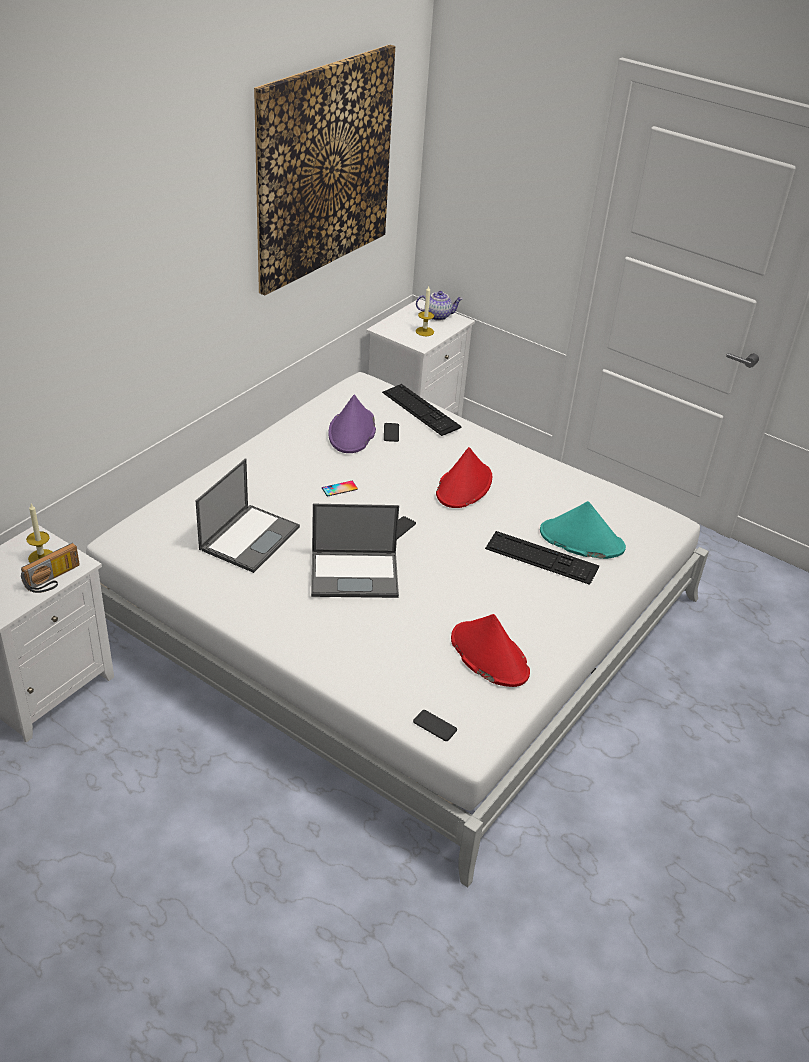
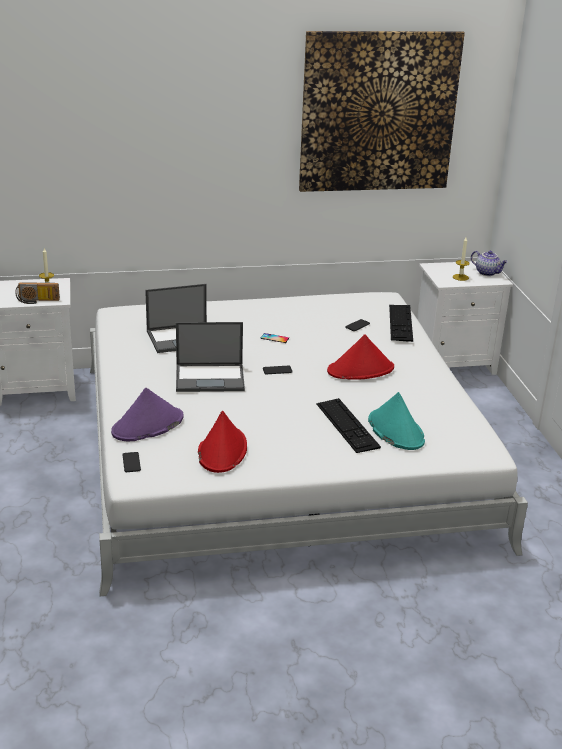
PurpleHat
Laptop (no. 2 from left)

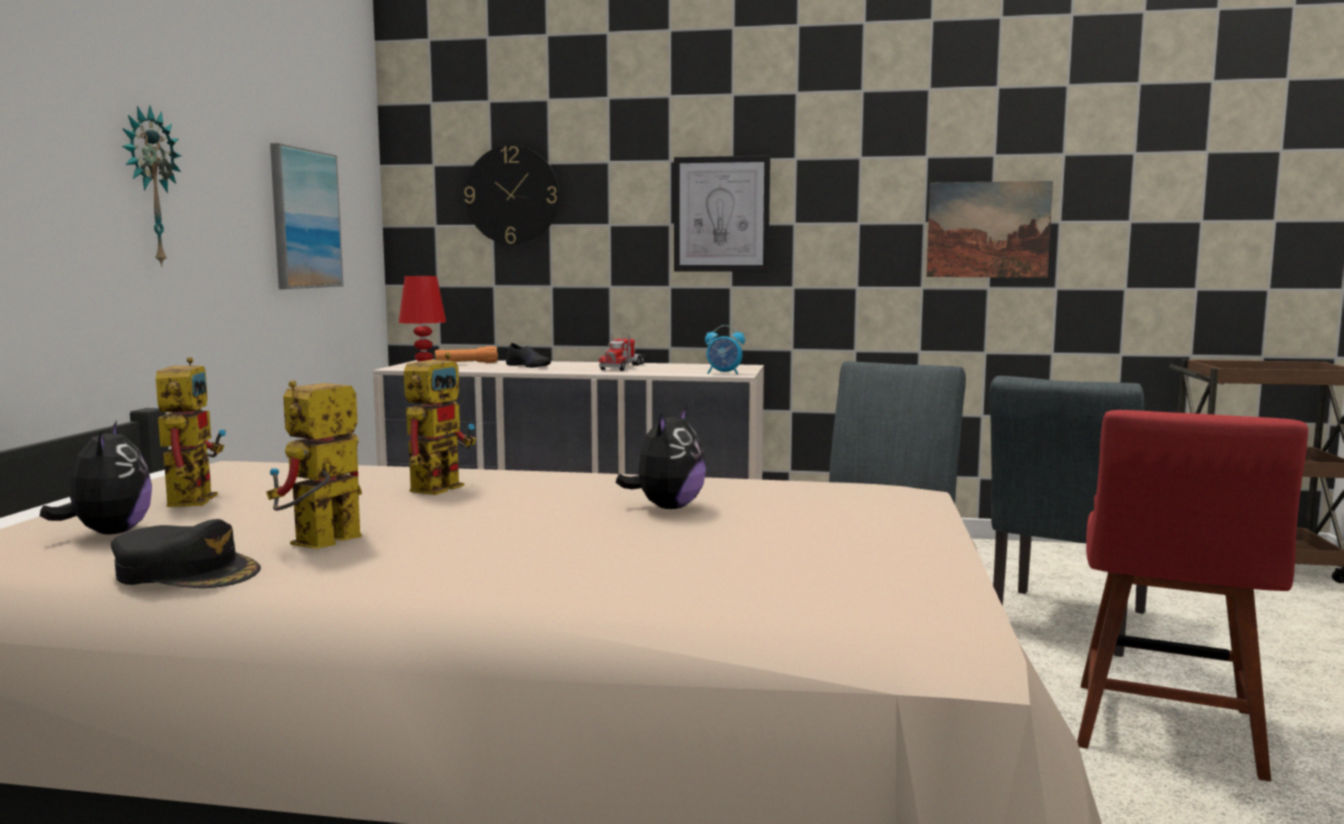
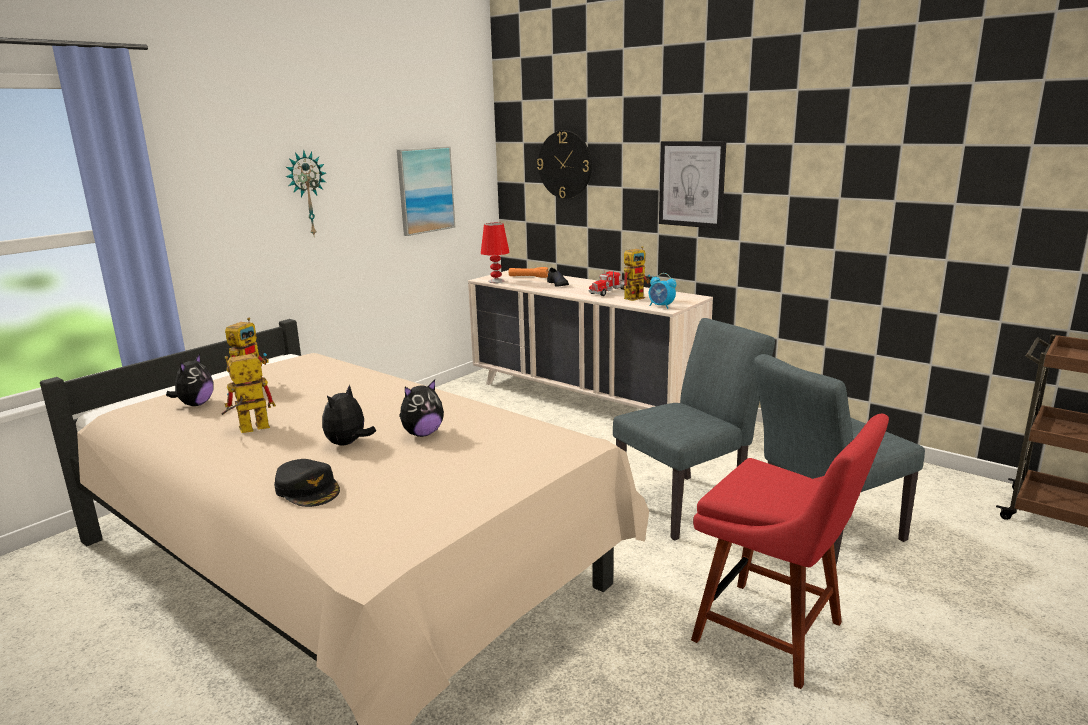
BlackCap
PlushToy (no. 2 from left)
ToyRobot (no. 3 from left)
RedChair
Picture (no. 3 from left in the first image)

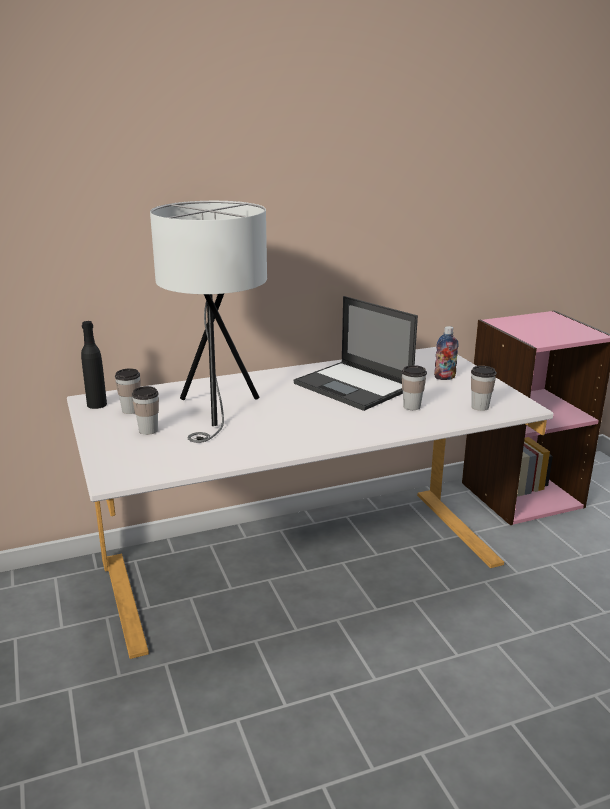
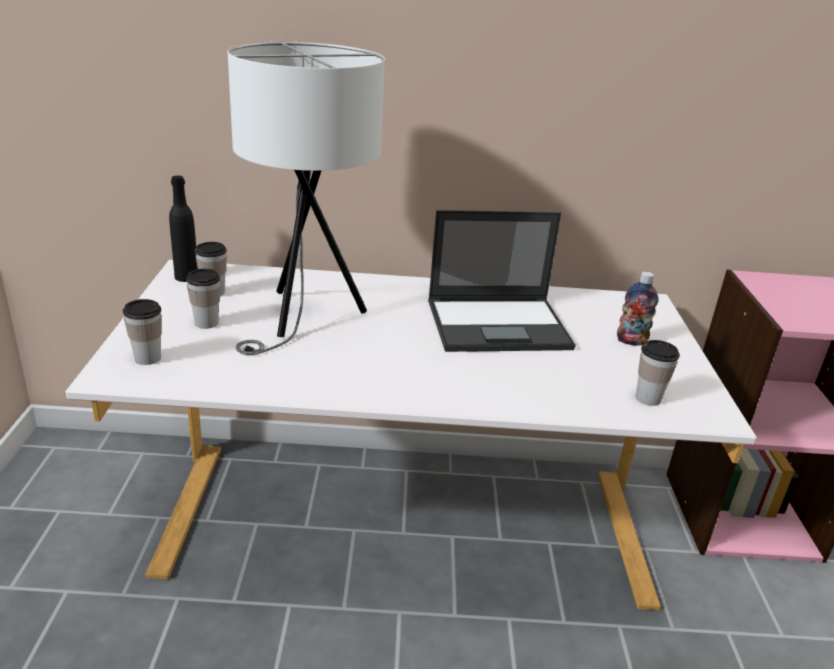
Cup (no. 1 from left)
Laptop

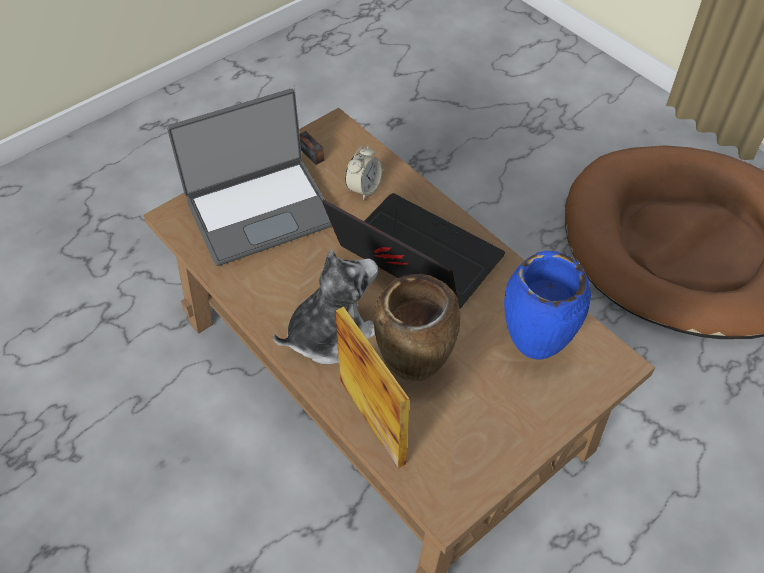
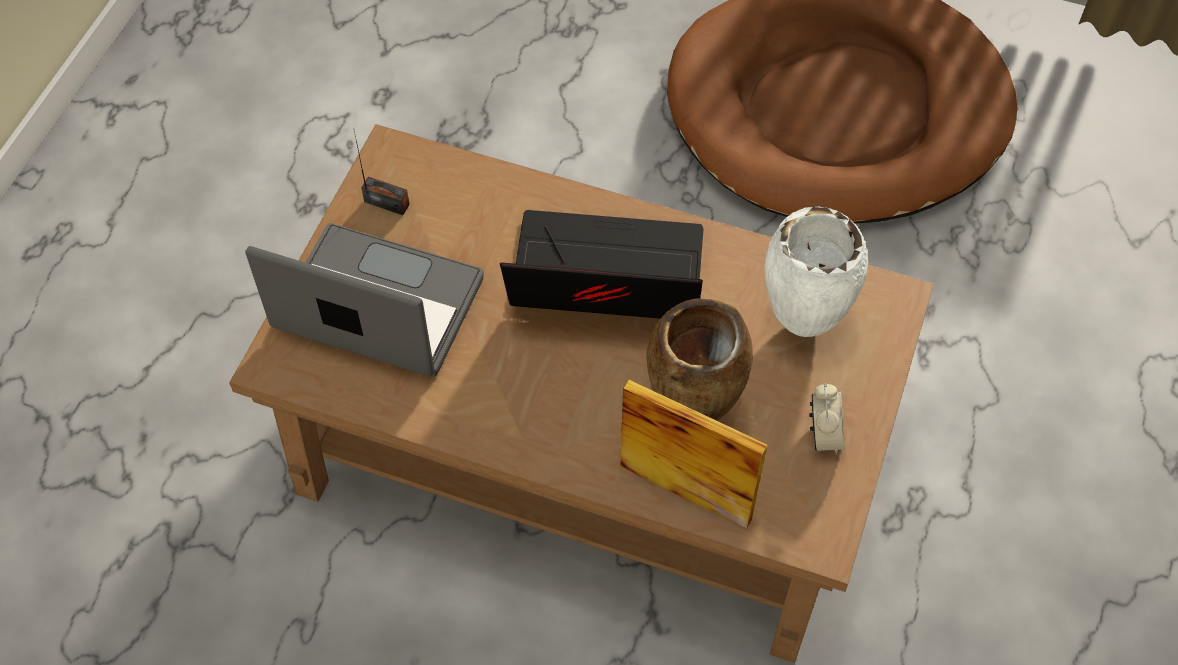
Laptop (no. 1 from left)
WhiteVase
AlarmClock
PlushToy

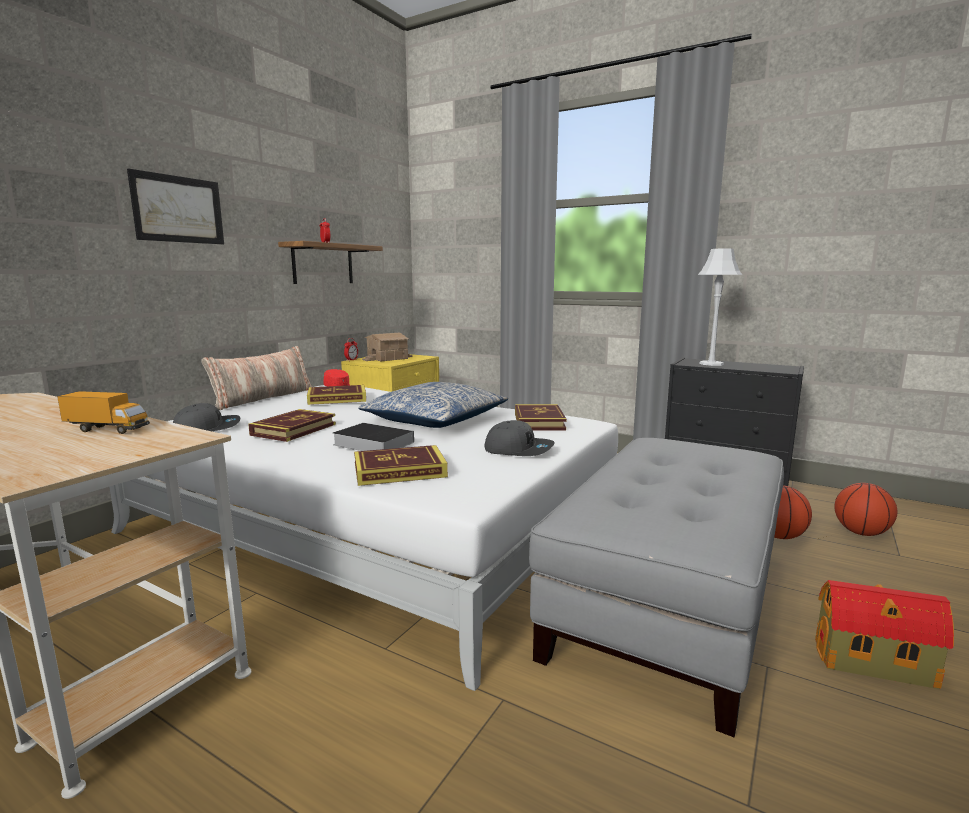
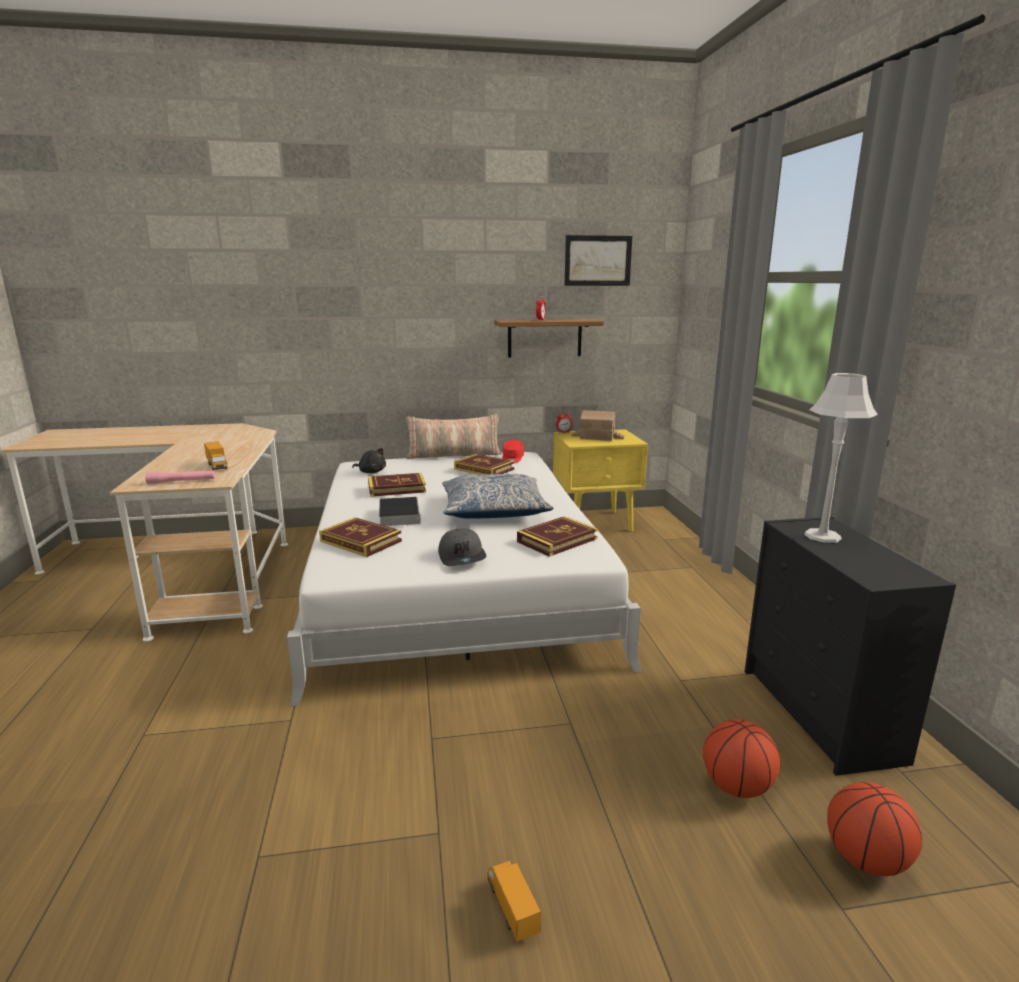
PinkFlashlight
BlackPlushToy
ToyTruck (no. 2 from left)
Picture
GreyOttoman

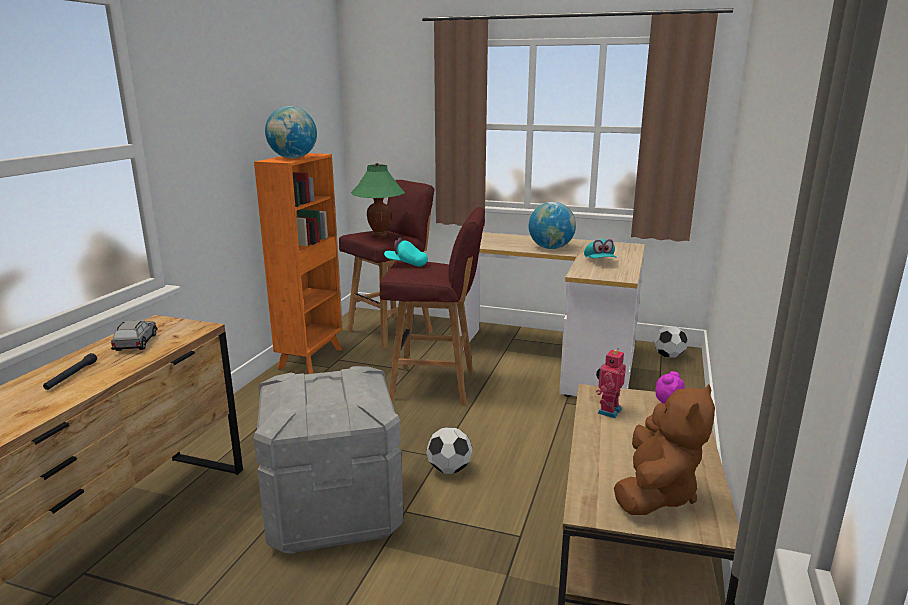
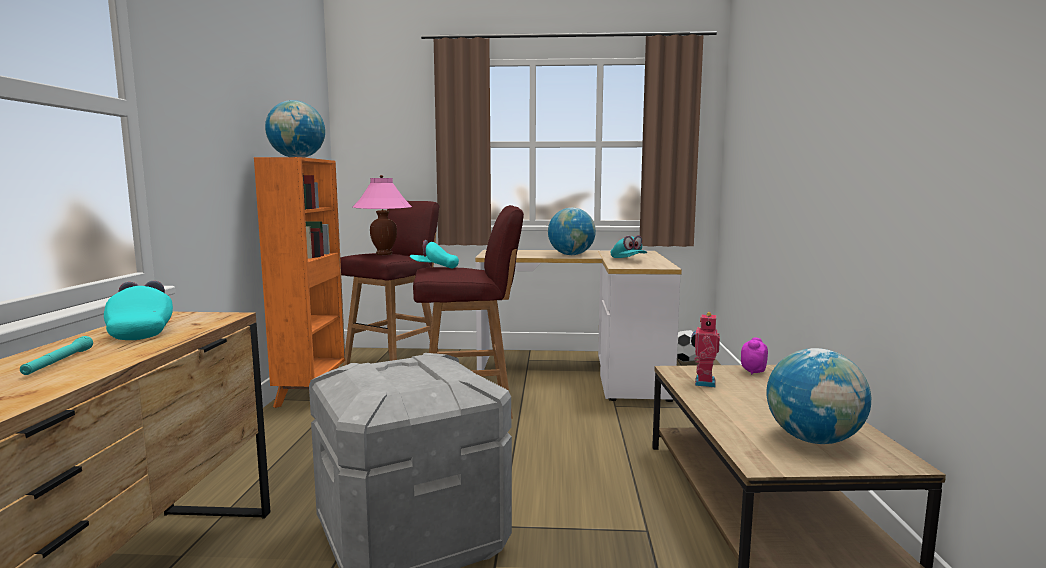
TurquoiseFlashlight
TurquoiseCap (no. 1 from left)
PinkTableLamp
Globe (no. 3 from left)
Football (no. 1 from left in the first image)

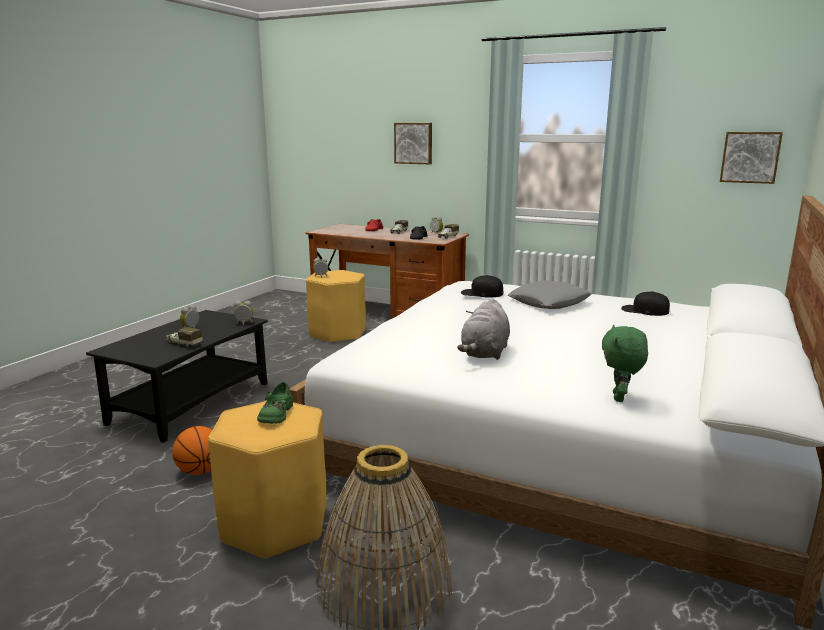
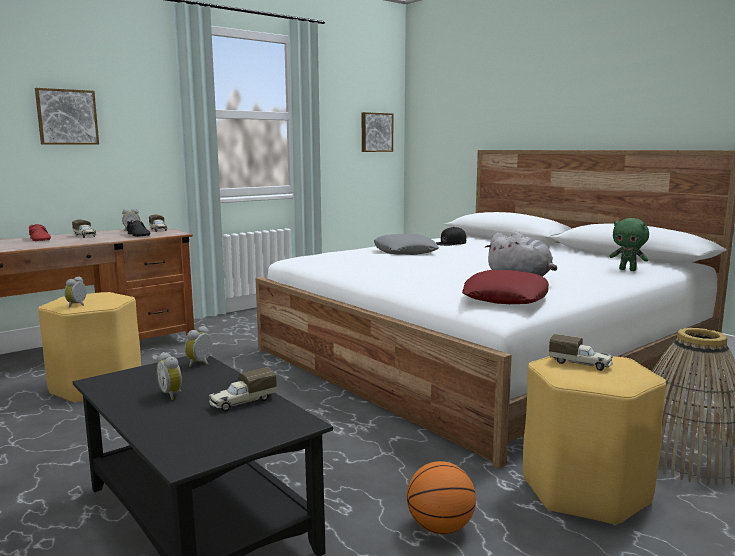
RedPillow
ToyTruck (no. 4 from left)
BlackCap (no. 1 from left in the first image)

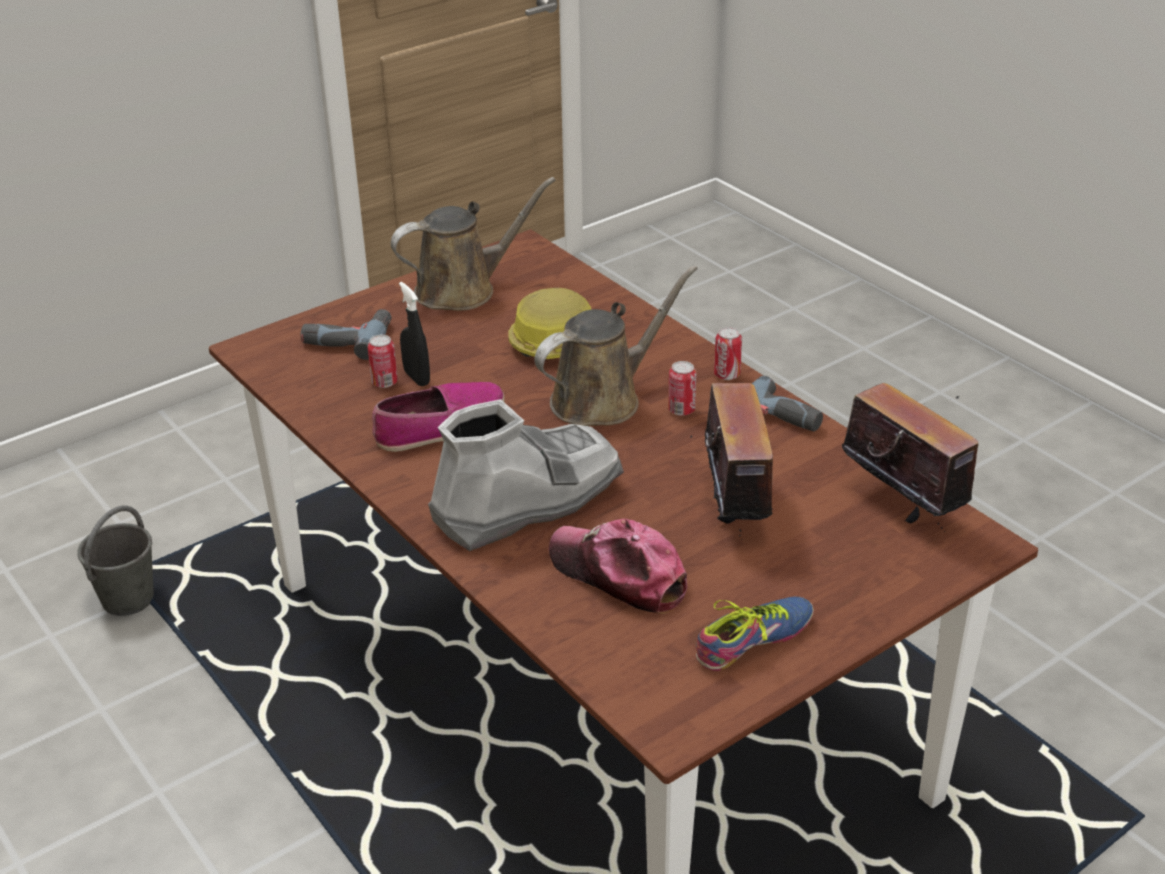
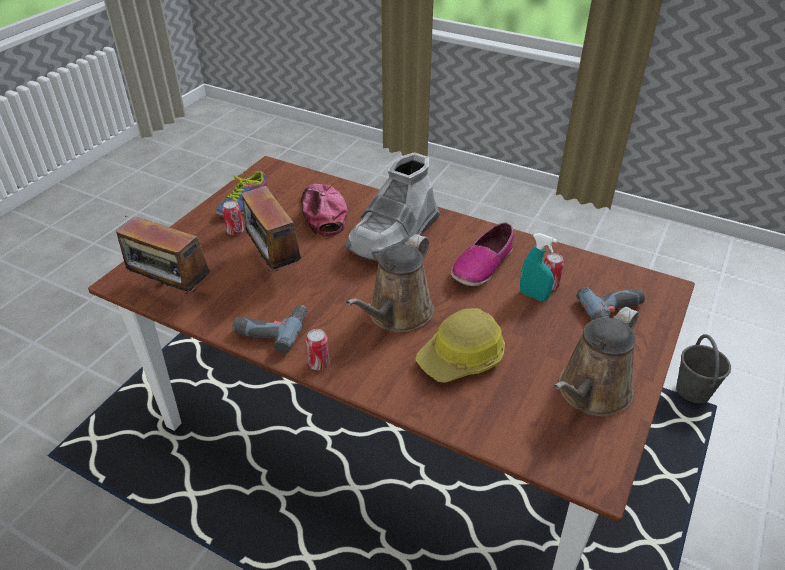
Can (no. 1 from left)
Cap
TurquoiseSprayBottle

